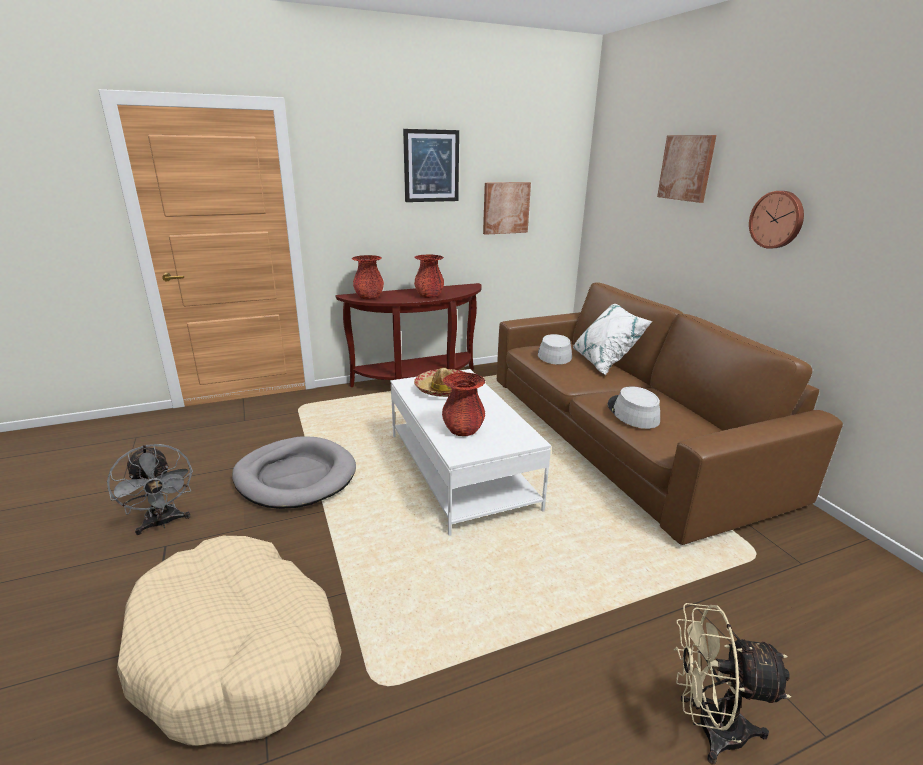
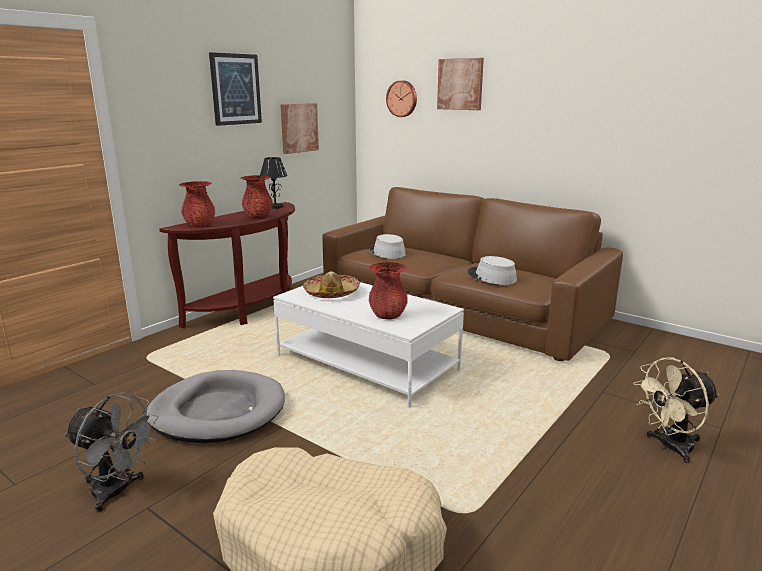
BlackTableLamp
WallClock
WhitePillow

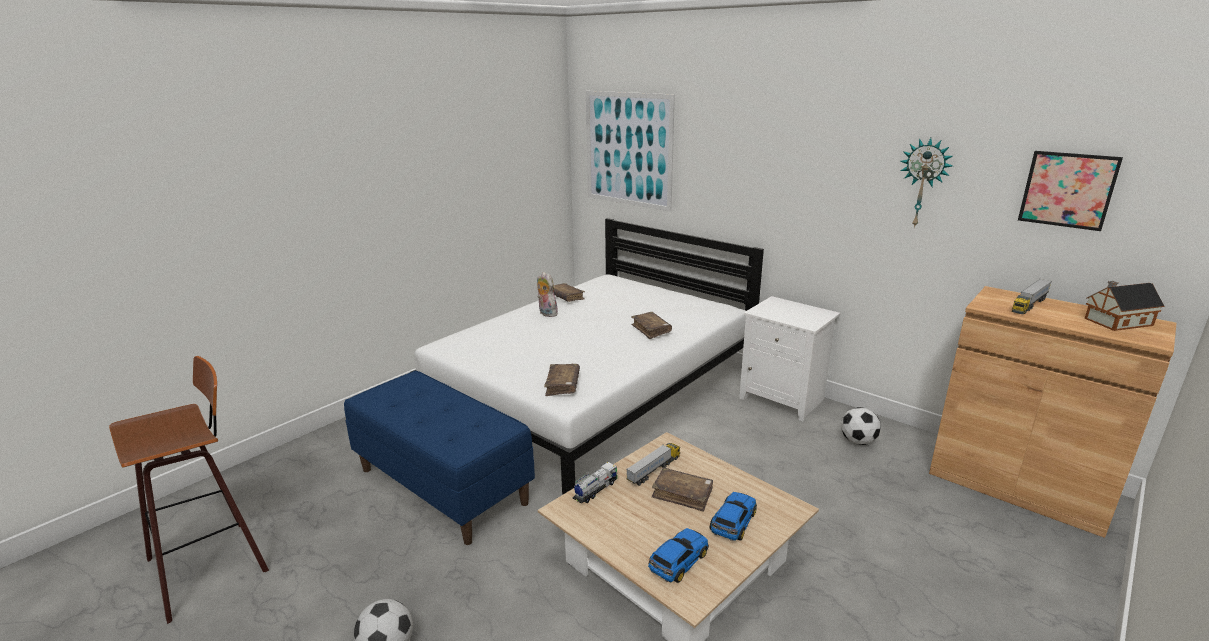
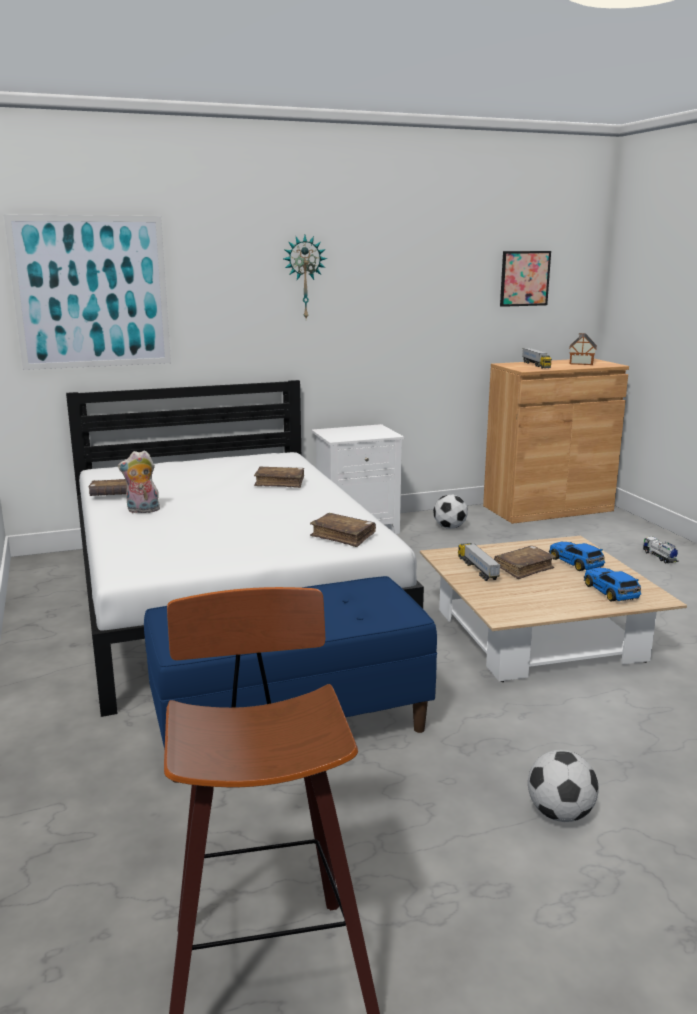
WallClock
ToyTruck (no. 3 from left)

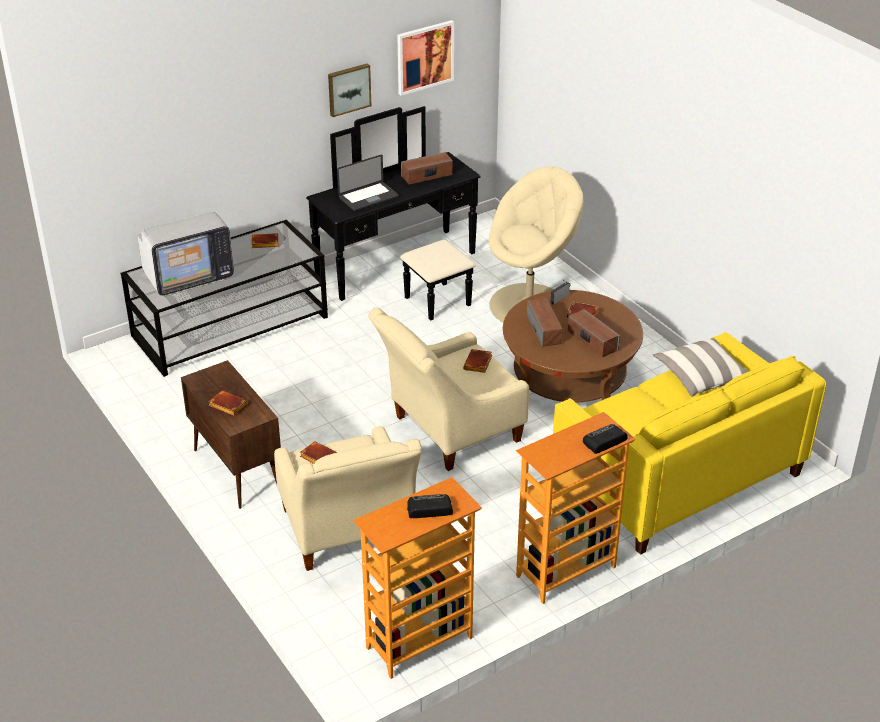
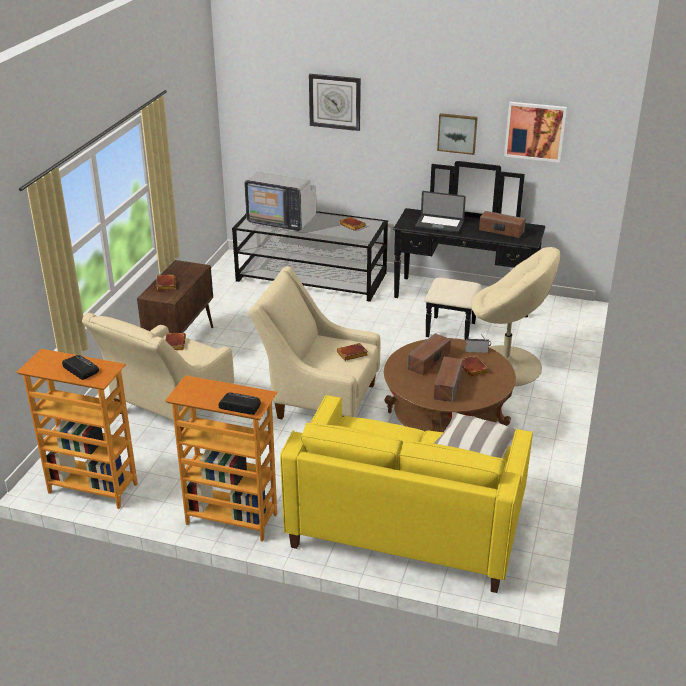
WallClock

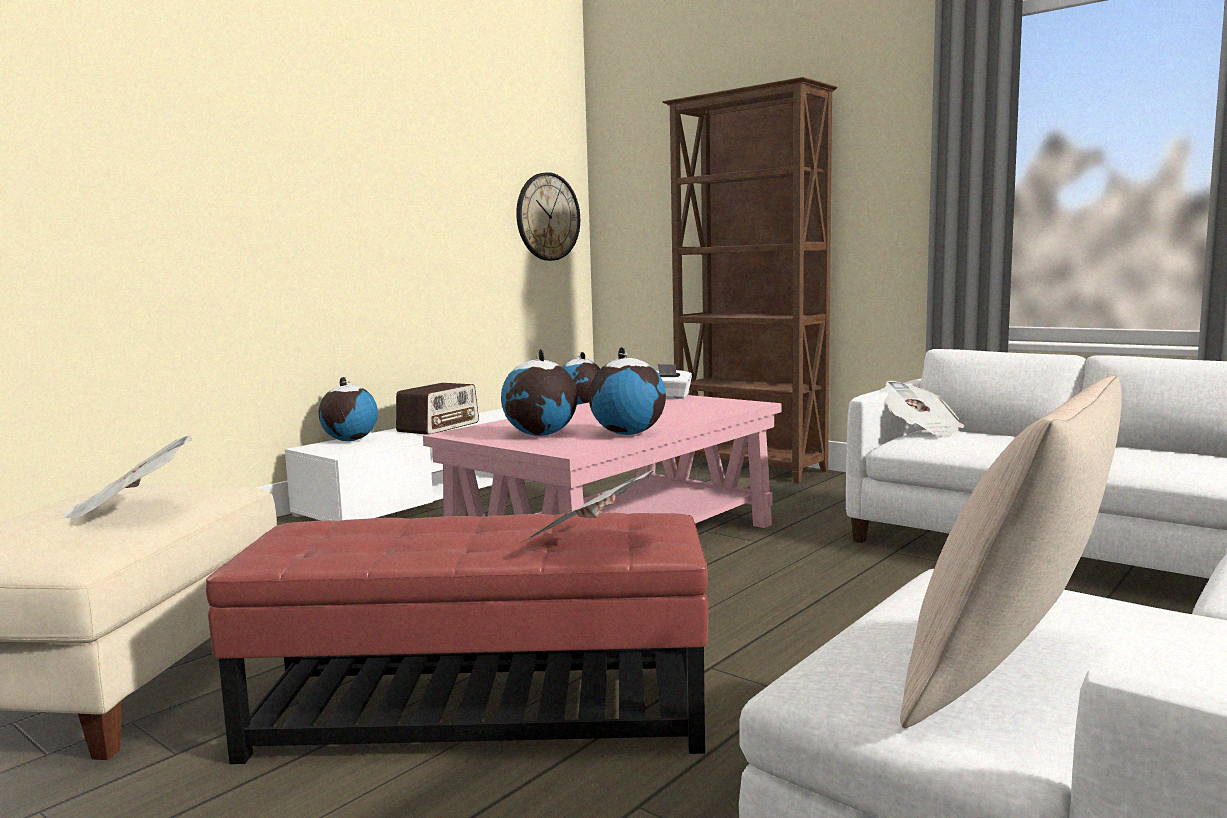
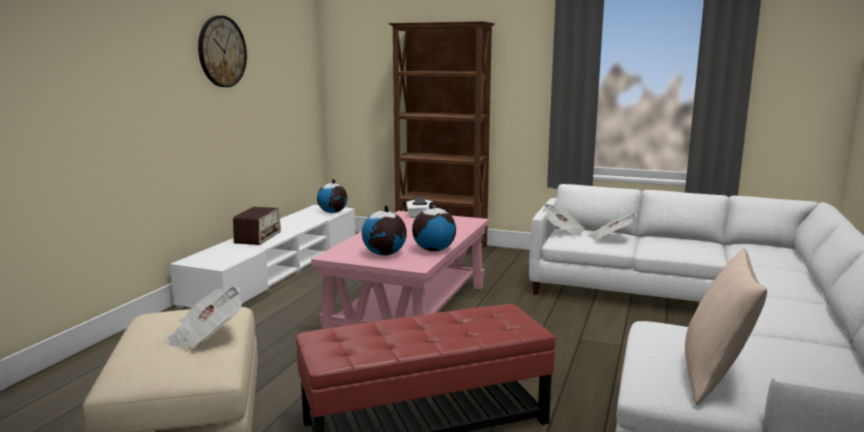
WallClock
Newspaper (no. 3 from left)
Globe (no. 1 from left in the first image)

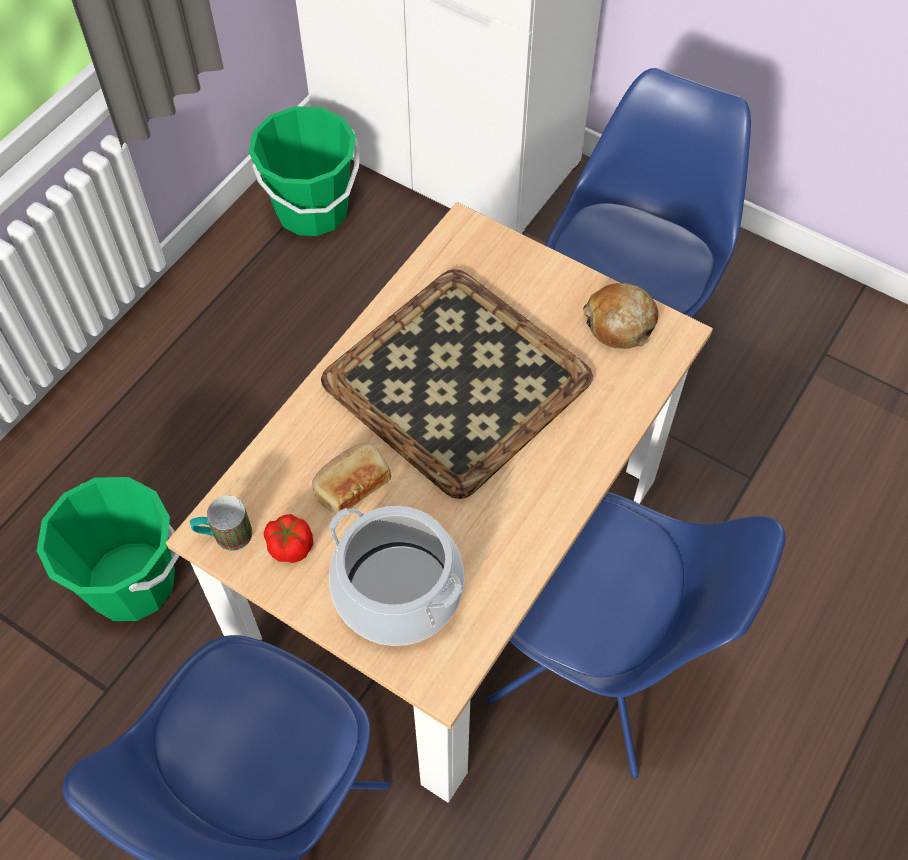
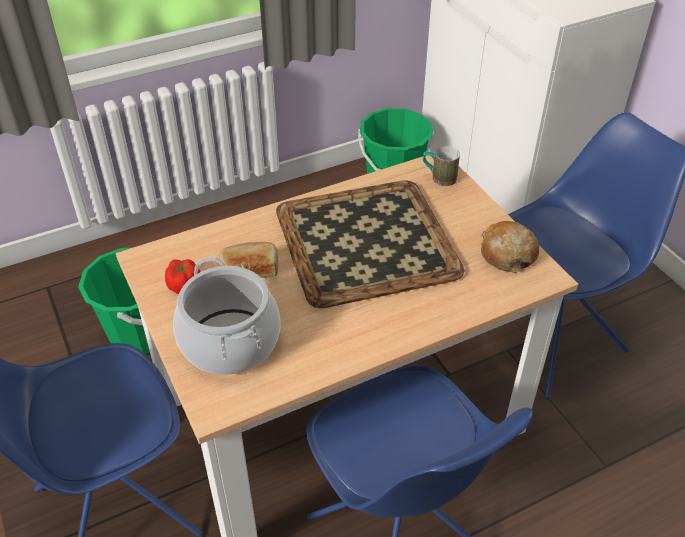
Mug

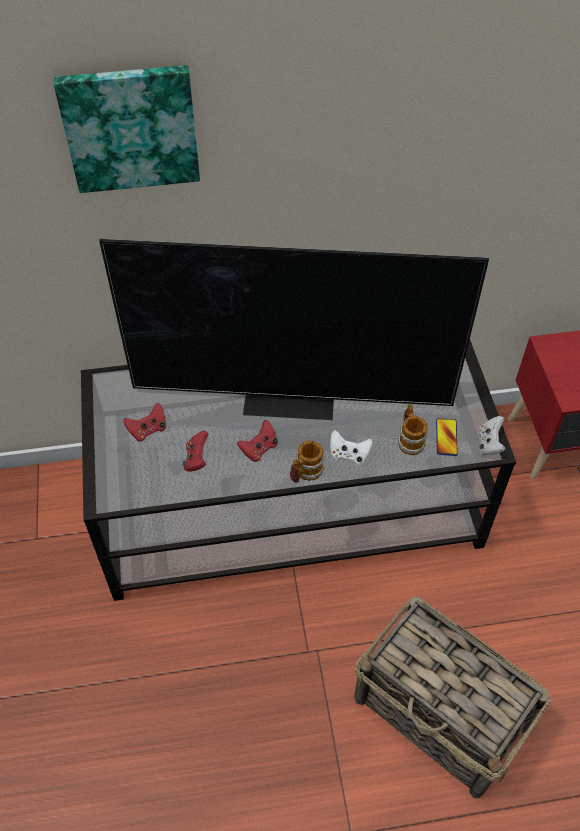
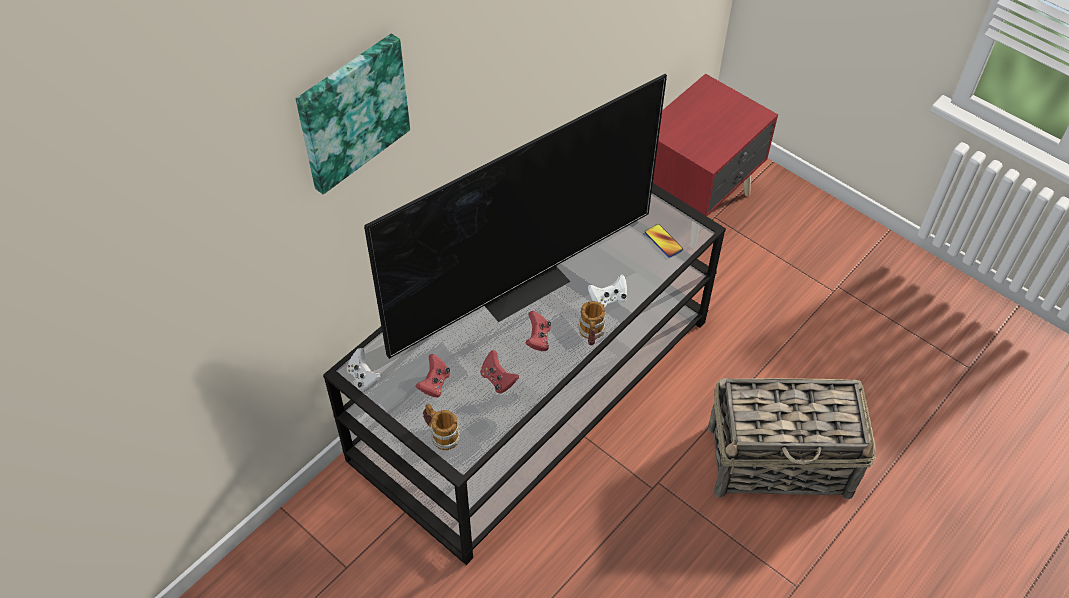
WhiteGameController (no. 1 from left)
Mug (no. 1 from left)

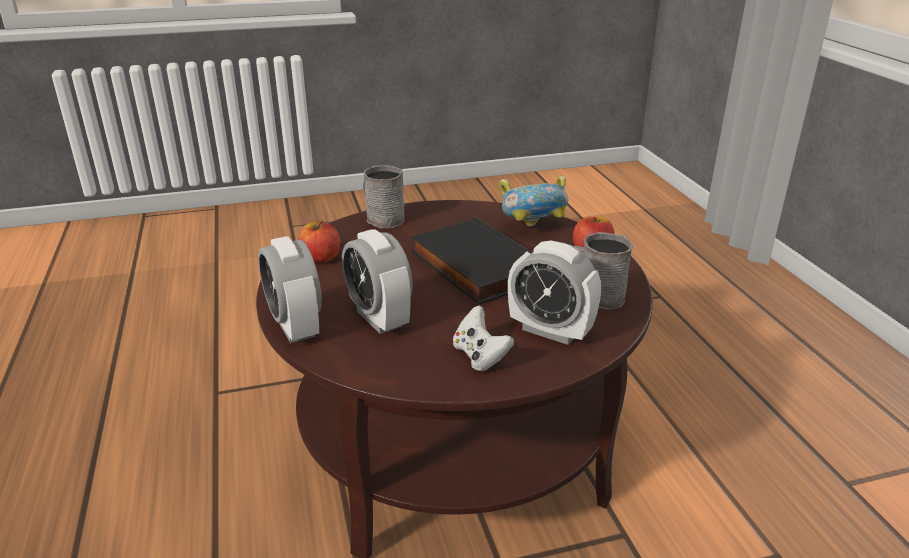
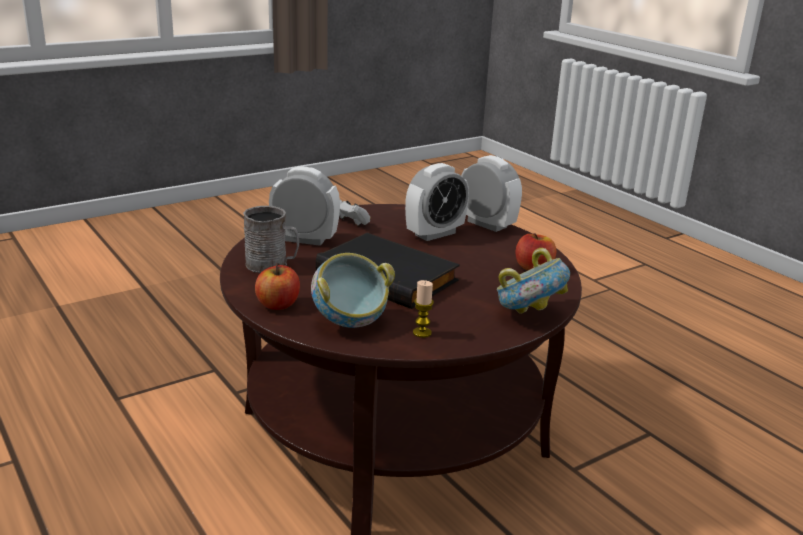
AlarmClock (no. 2 from left)
Candle
Bowl (no. 2 from left)

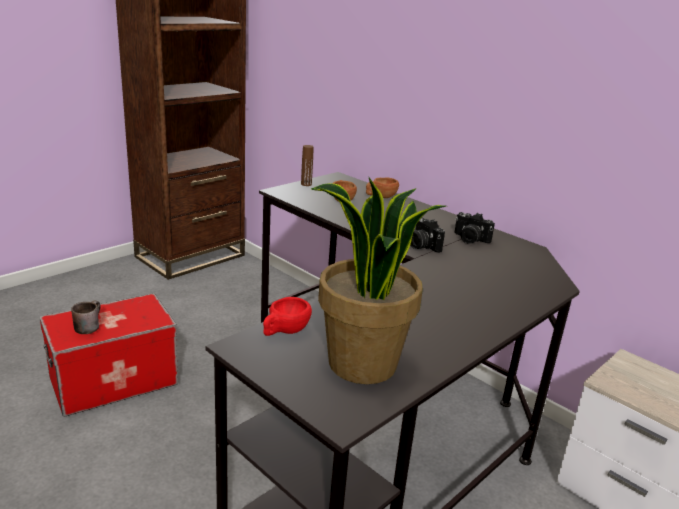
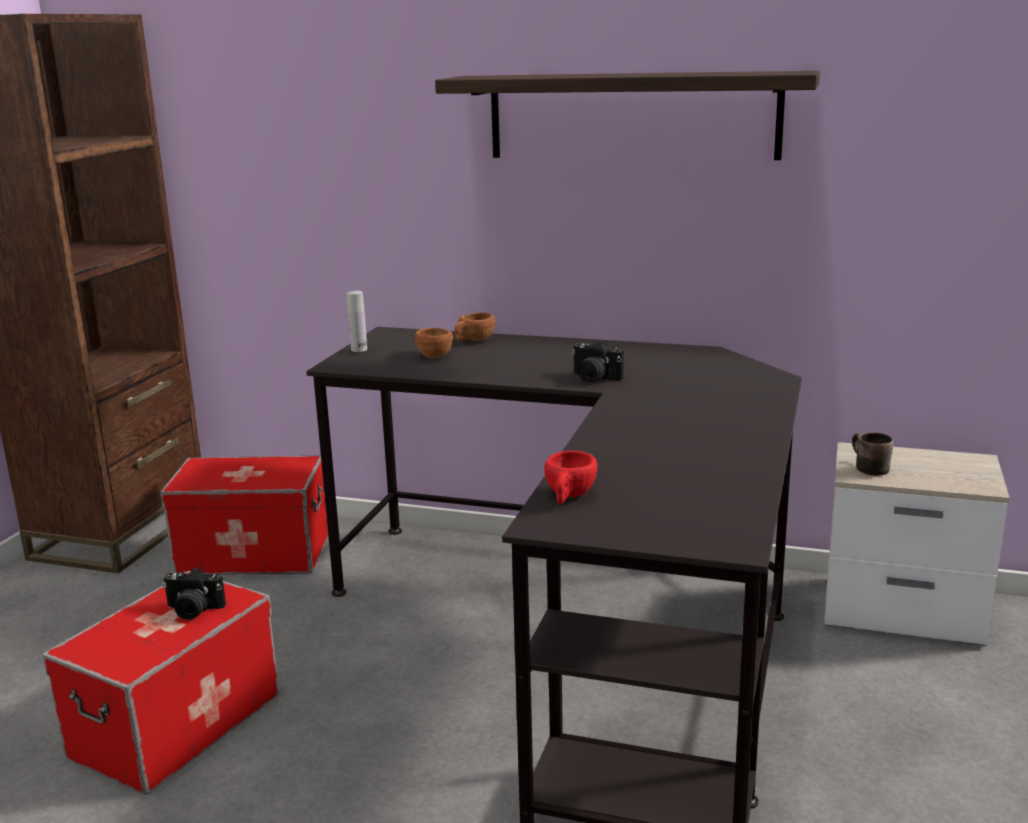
StorageBox (no. 2 from left)
PhotoCamera (no. 1 from left)
WhiteBottle
Shelf
BrownMug
PottedPlant

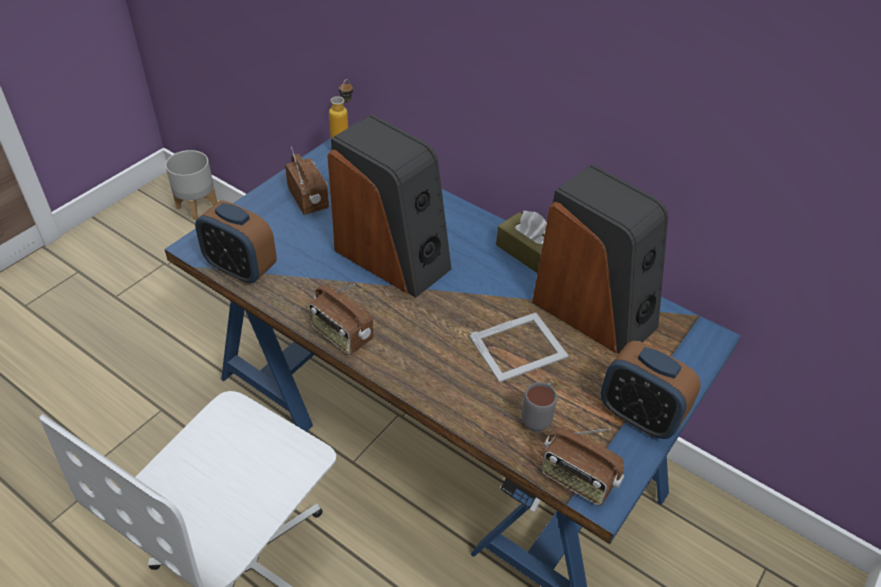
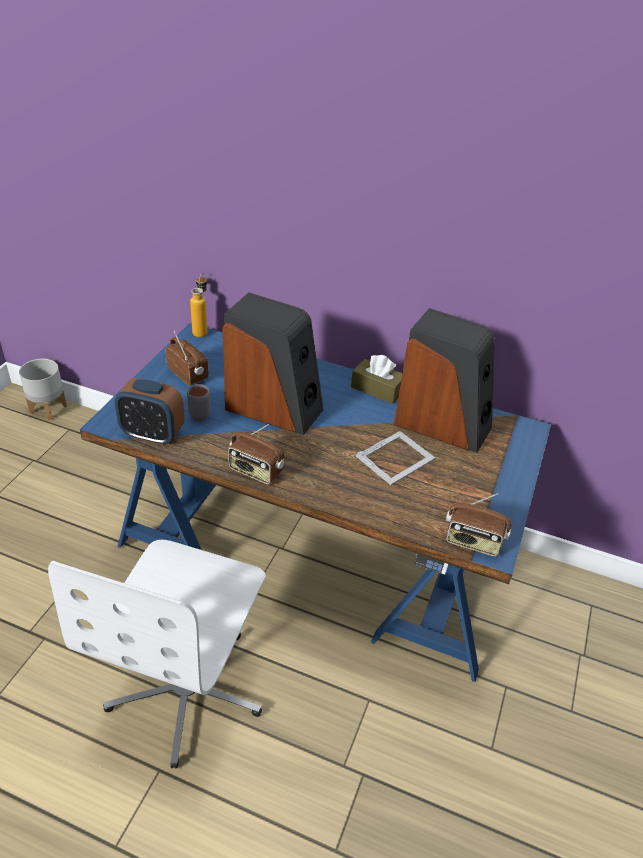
GreyMug
AlarmClock (no. 2 from left in the first image)

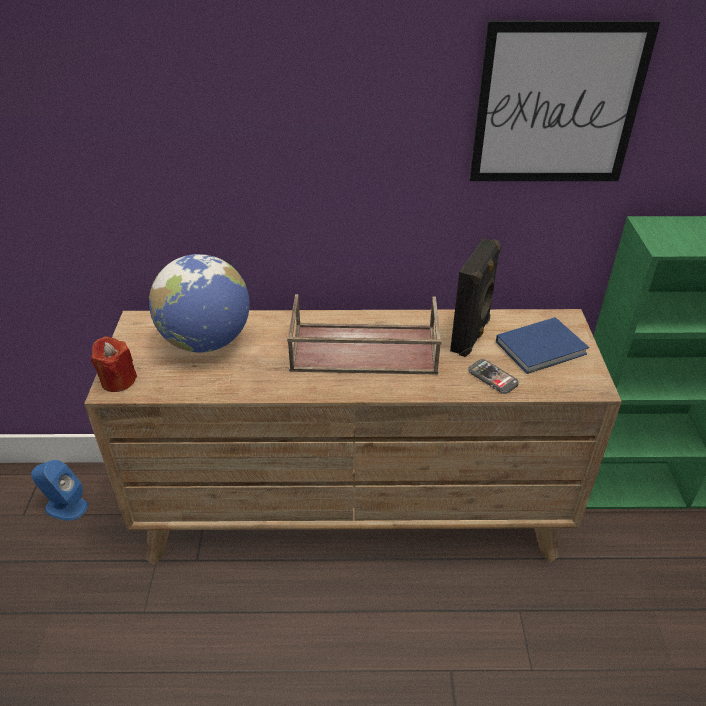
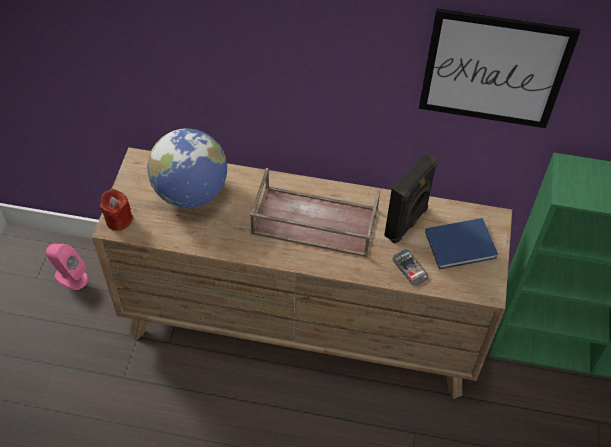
PinkSpeaker

